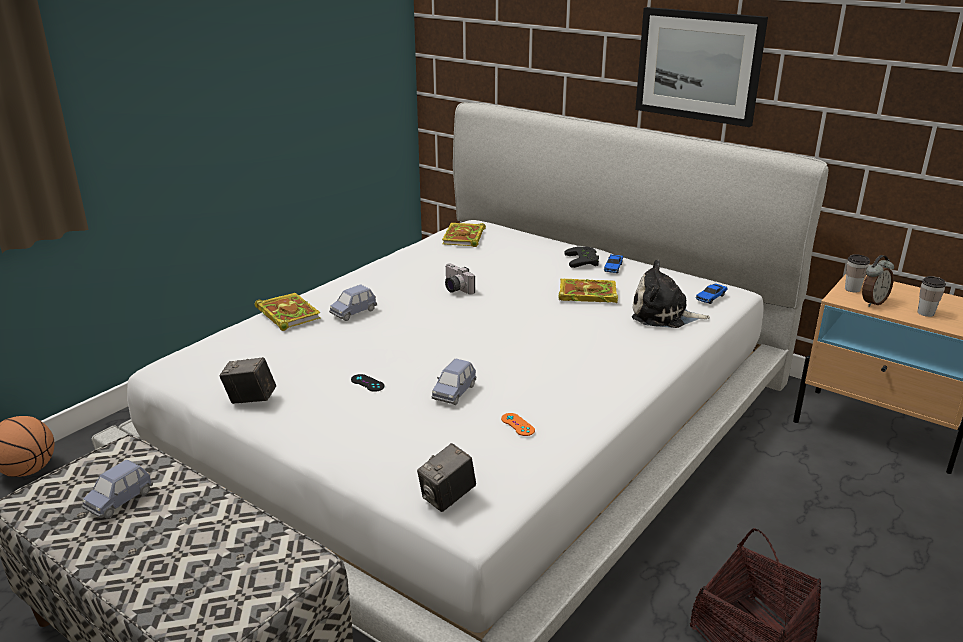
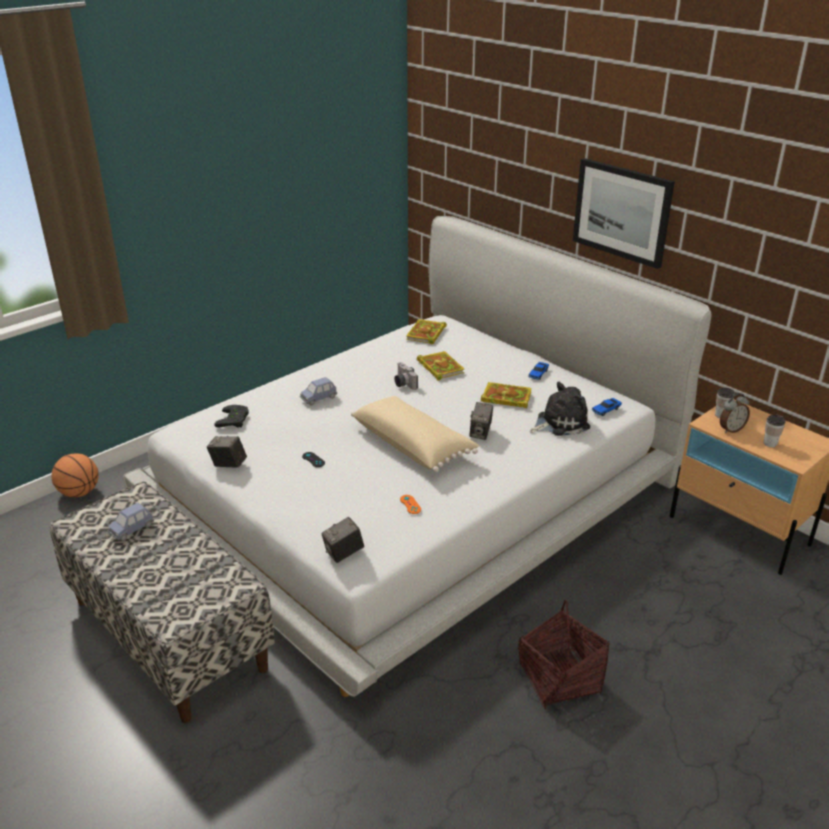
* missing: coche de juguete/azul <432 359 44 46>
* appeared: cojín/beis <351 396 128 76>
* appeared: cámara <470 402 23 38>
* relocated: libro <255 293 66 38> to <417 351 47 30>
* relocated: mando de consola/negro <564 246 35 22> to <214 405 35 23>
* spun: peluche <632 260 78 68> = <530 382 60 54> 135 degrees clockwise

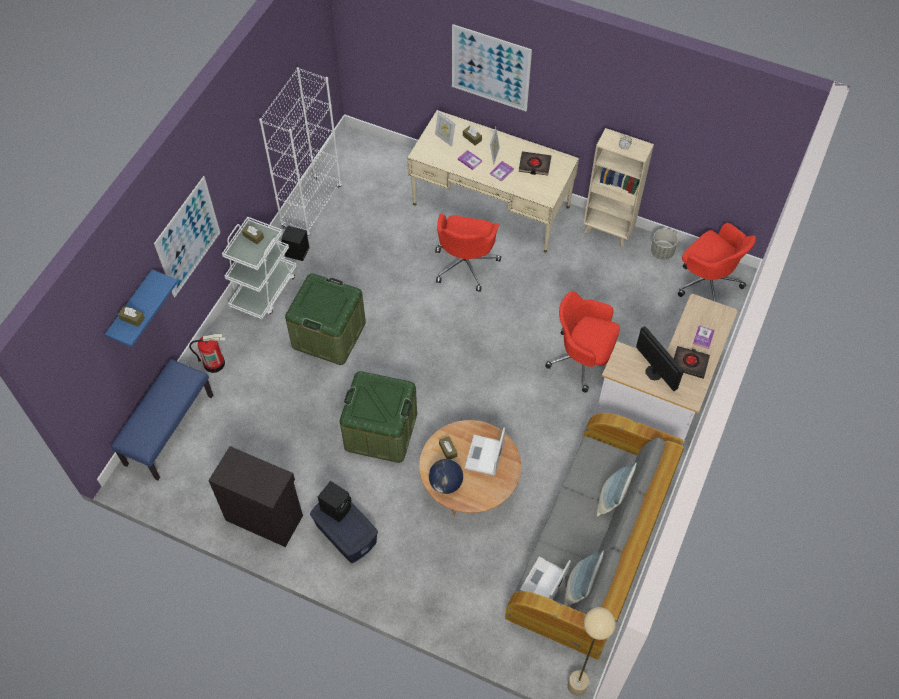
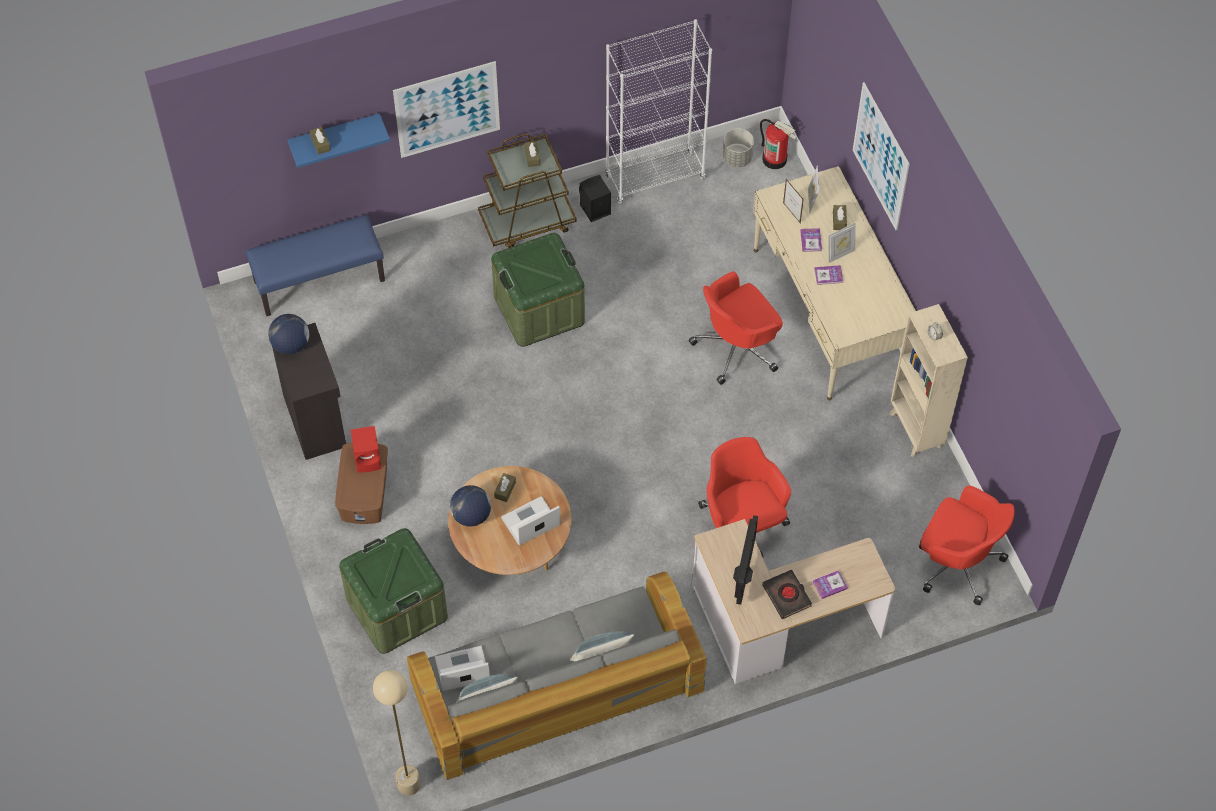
* missing: libro/negro <519 151 33 25>
* appeared: globo terráqueo <268 314 41 40>
* appeared: portarretratos <783 179 21 45>
* relocated: extintor <189 333 37 40> to <760 119 37 50>
* relocated: caja de almacenaje/verde <340 371 77 92> to <339 528 109 126>
* relocated: maceta/gris <651 228 27 32> to <723 128 31 39>
* colour: carrito/blanco <222 217 75 102> to carrito/marrón <478 134 99 114>
* colour: caja de almacenaje/azul <310 502 68 61> to caja de almacenaje/marrón <335 443 53 81>
* colour: altavoz/negro <318 481 33 41> to altavoz/rojo <351 426 31 46>
* spun: silla de oficina/rojo <678 223 78 79> = <919 485 96 120> 60 degrees counterclockwise

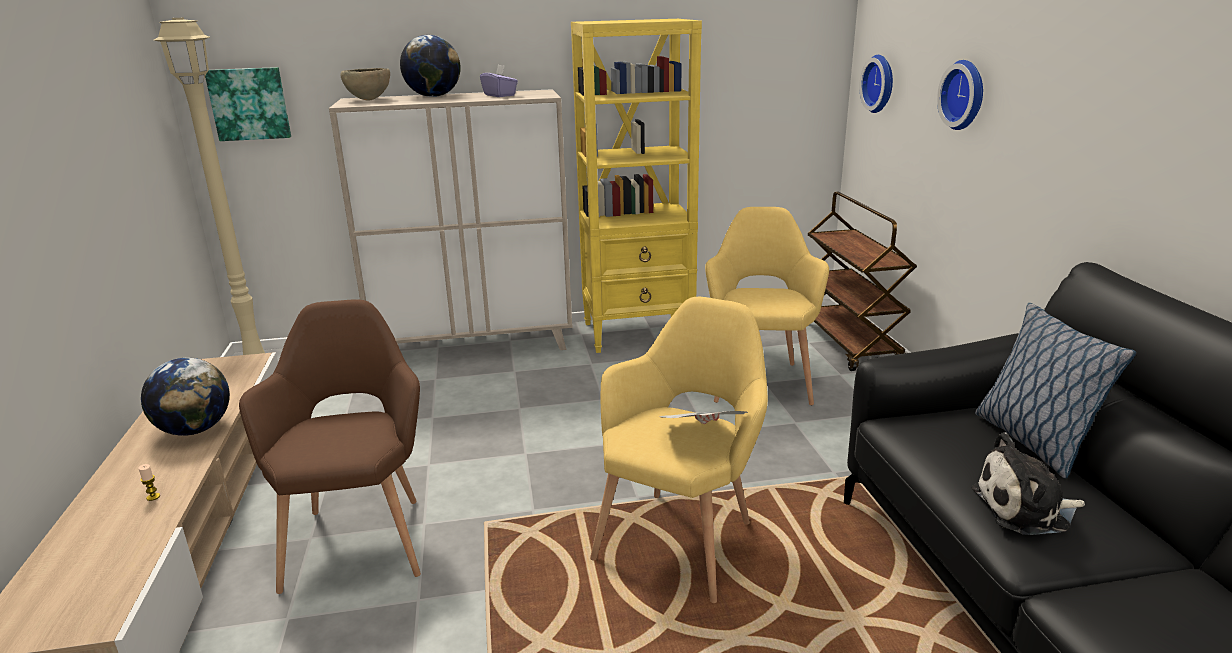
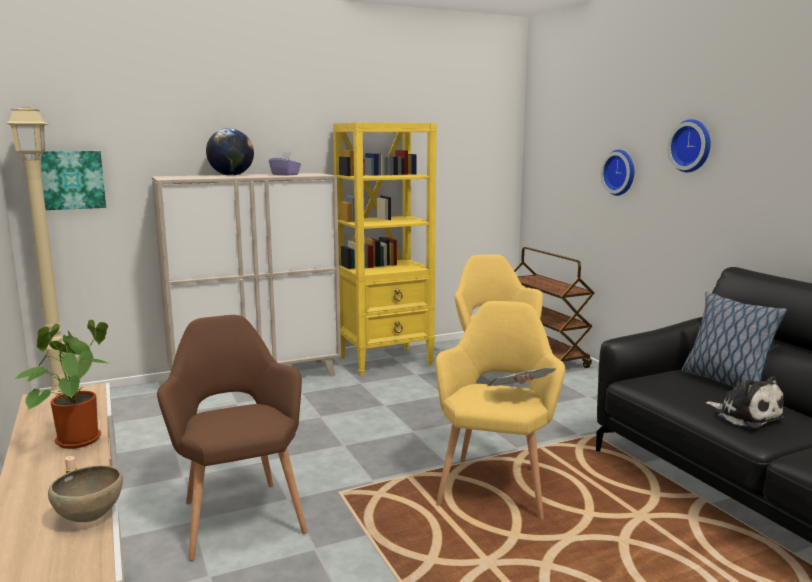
* relocated: cuenco/marrón <340 68 50 33> to <48 465 75 57>
* relocated: reloj de pared <859 55 34 58> to <667 119 44 53>
* exchanged: globo terráqueo <141 358 89 78> to planta en maceta <15 320 96 129>
* spun: peluche <972 432 113 103> = <705 376 80 53> 105 degrees counterclockwise

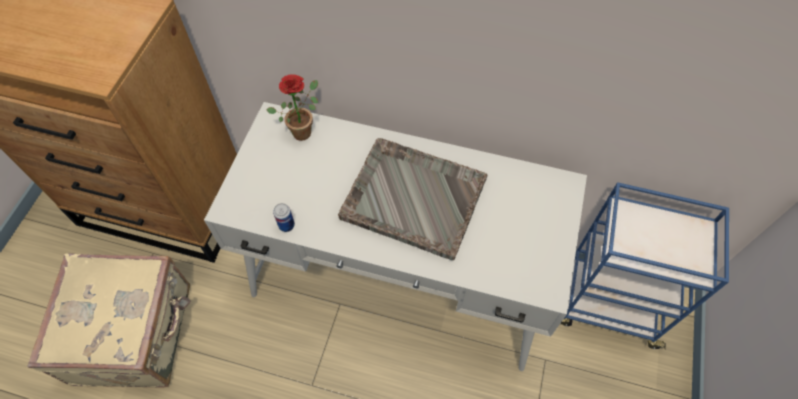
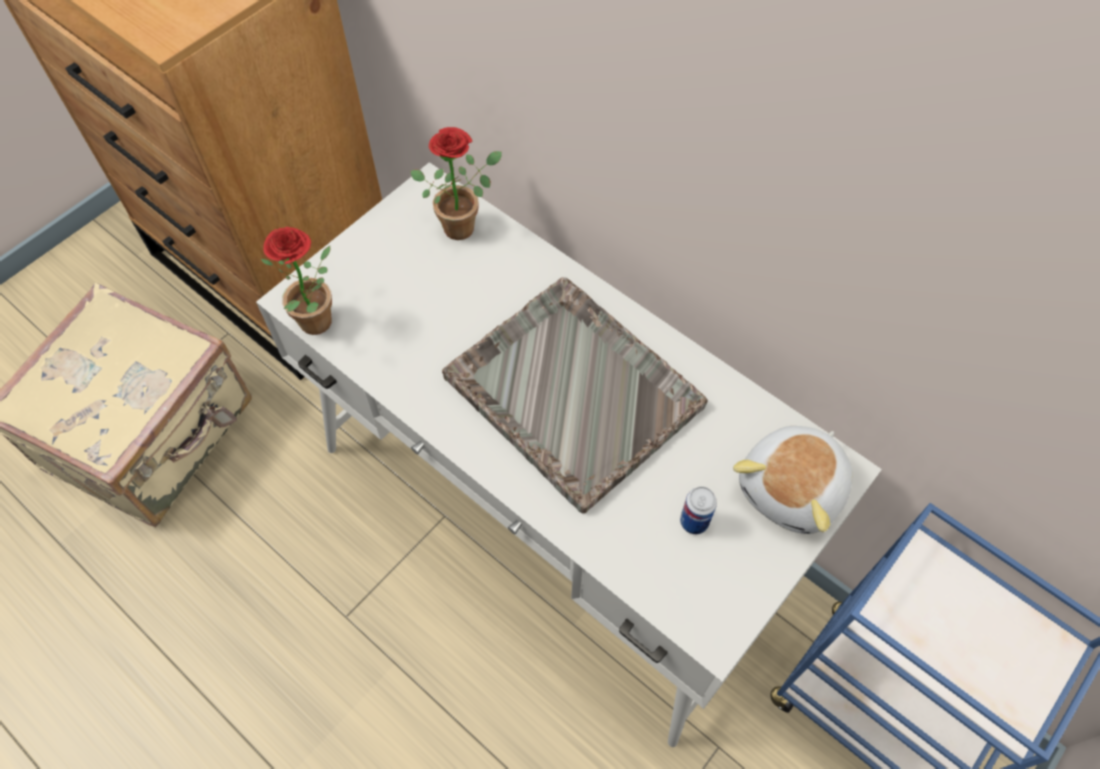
* appeared: planta en maceta <260 227 72 108>
* appeared: peluche <733 426 120 108>
* relocated: lata <273 203 22 29> to <680 486 37 48>

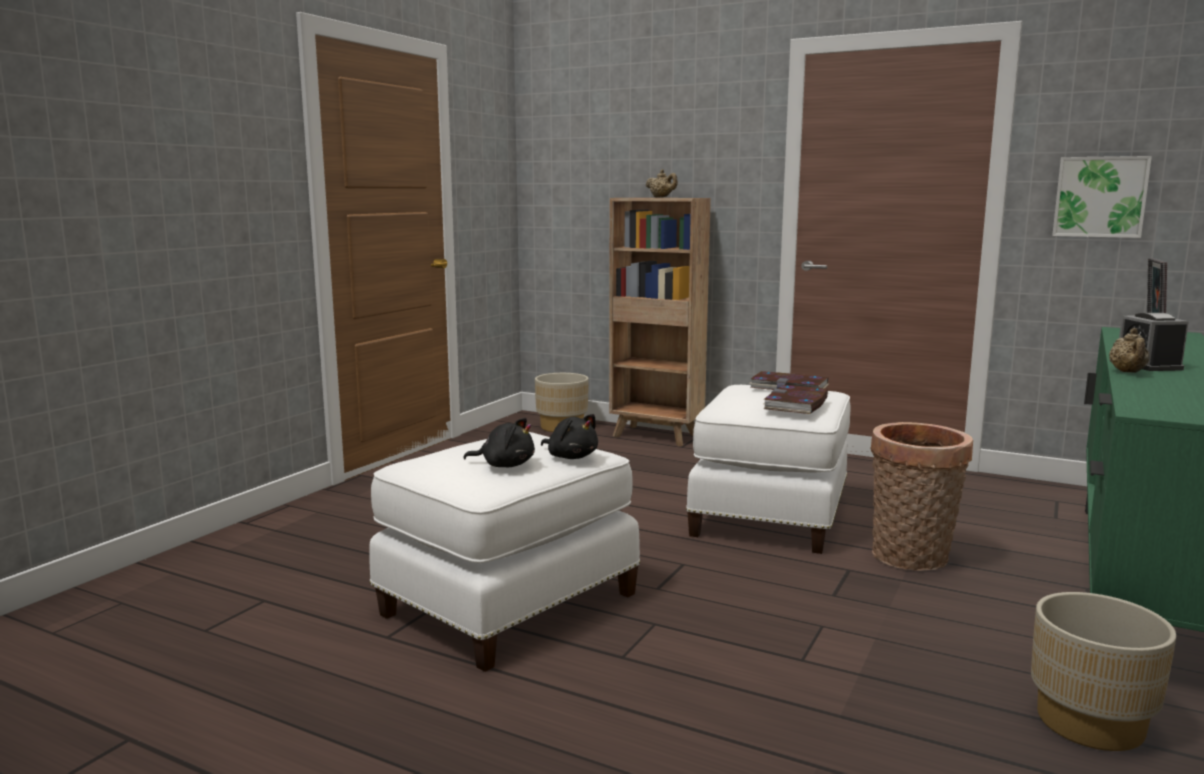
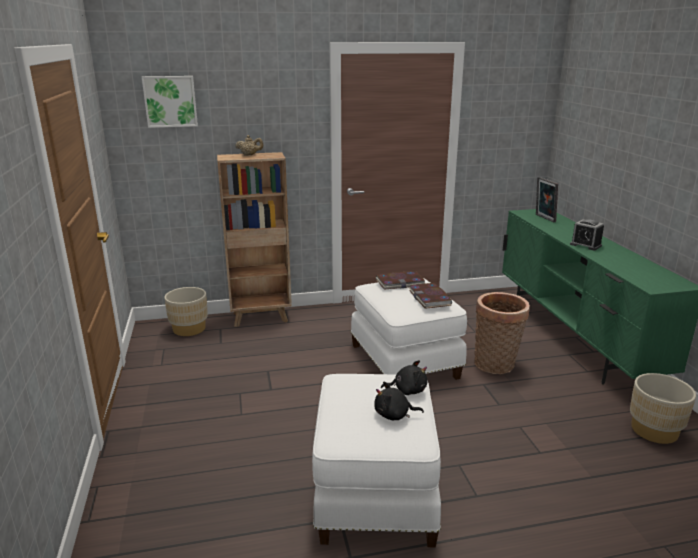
* missing: tetera/beis <1109 328 41 45>
* relocated: cuadro <1052 156 100 82> to <142 76 56 52>
* spun: peluche/negro <463 418 72 49> = <374 382 50 38> 150 degrees counterclockwise

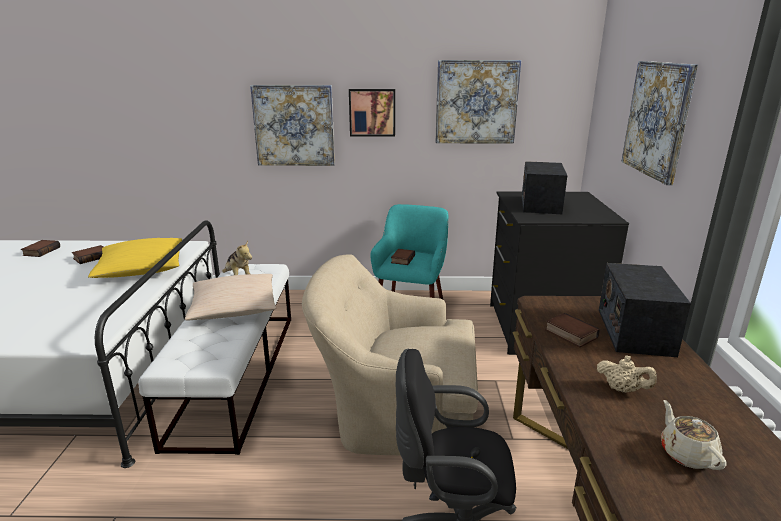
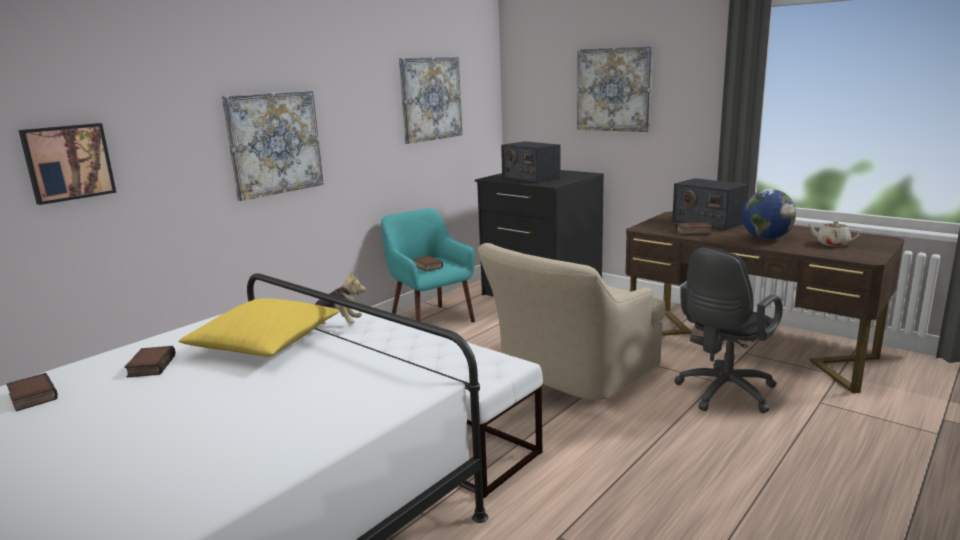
* missing: cojín/beis <185 274 91 46>
* relocated: cuadro <349 89 46 48> to <19 123 97 82>
* exchanged: tetera/beis <597 355 60 38> to globo terráqueo <742 189 54 51>

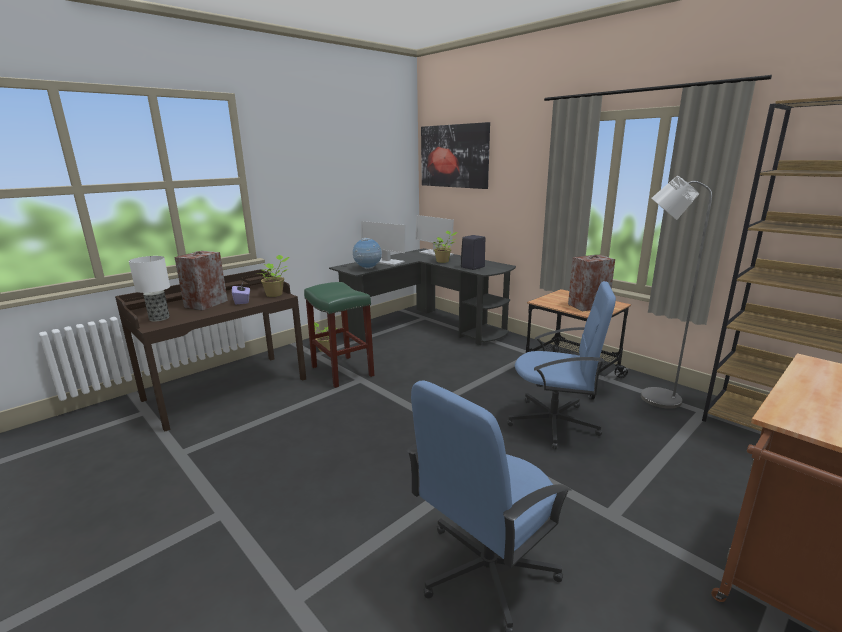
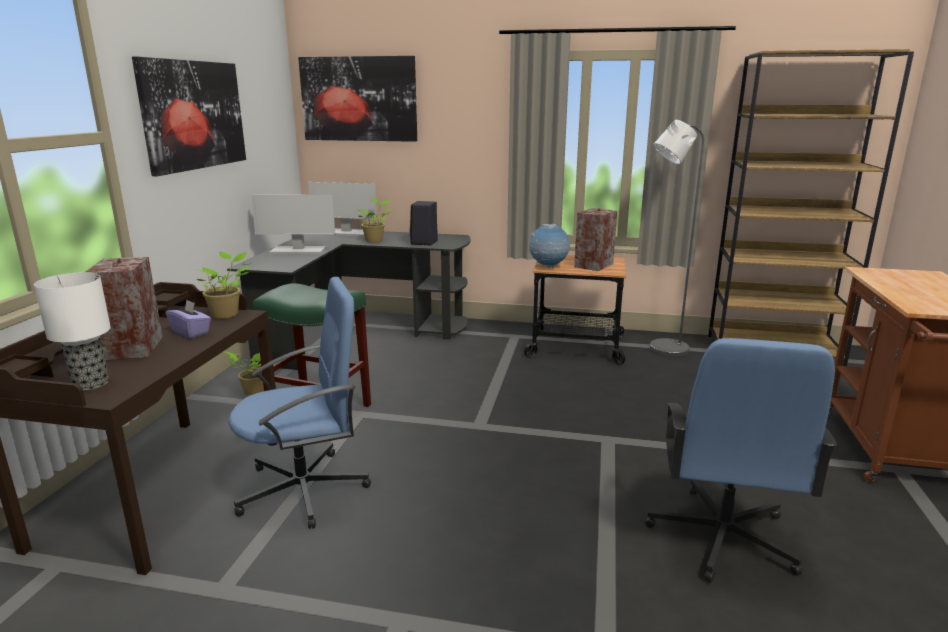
* appeared: cuadro <132 57 114 119>
* relocated: globo terráqueo <353 238 29 31> to <529 224 41 43>
* relocated: silla de oficina/azul <507 281 109 168> to <228 277 143 252>

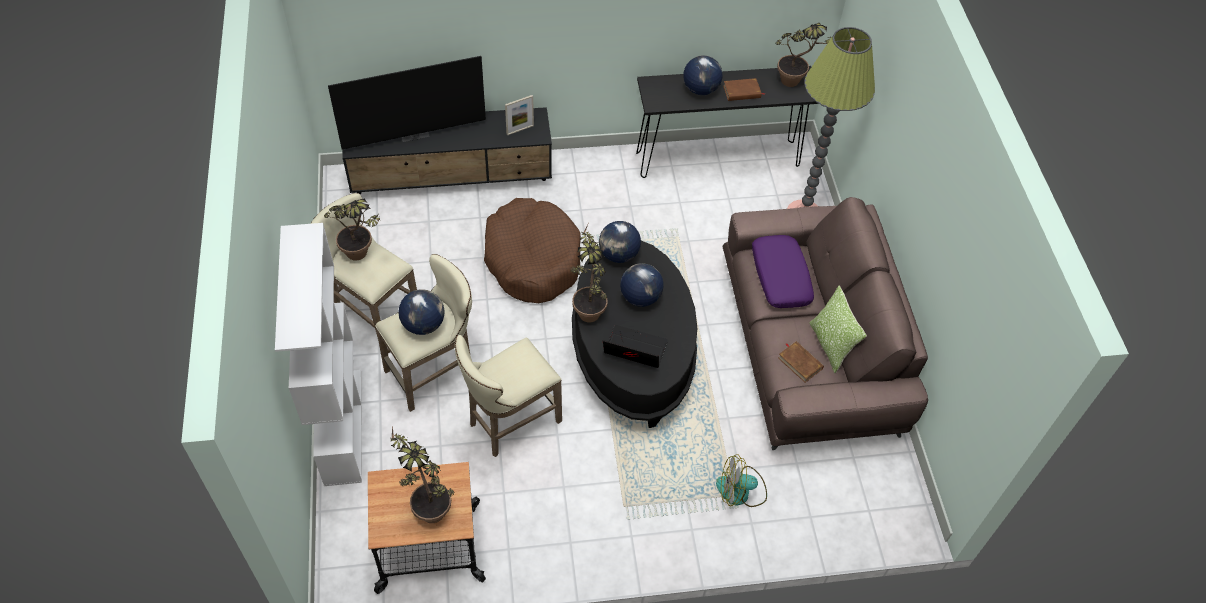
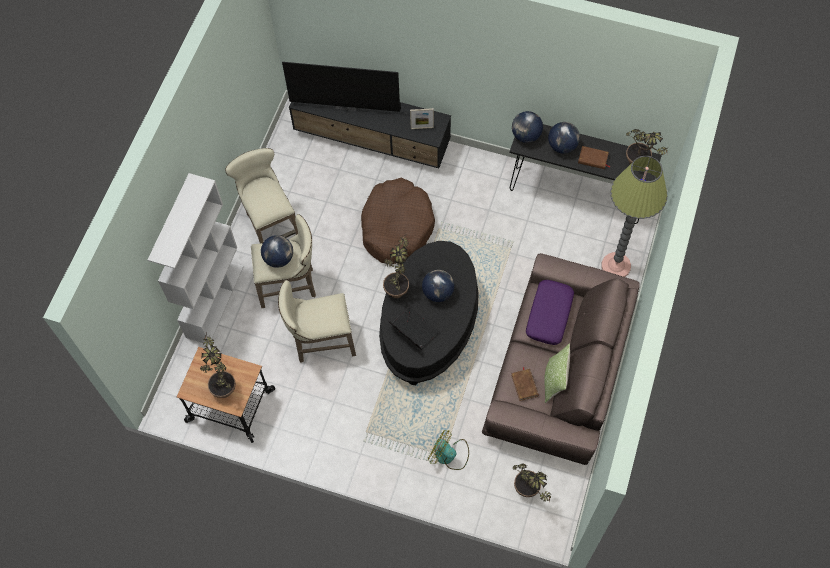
* relocated: planta en maceta <324 198 56 63> to <513 464 39 38>
* relocated: globo terráqueo <599 221 42 42> to <512 111 31 32>

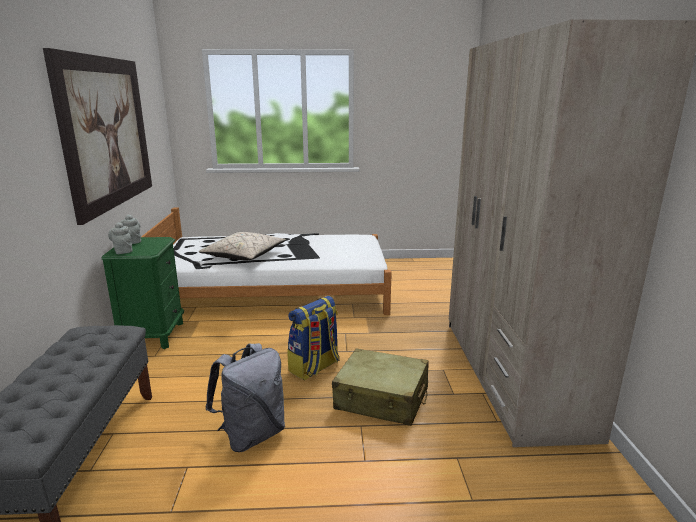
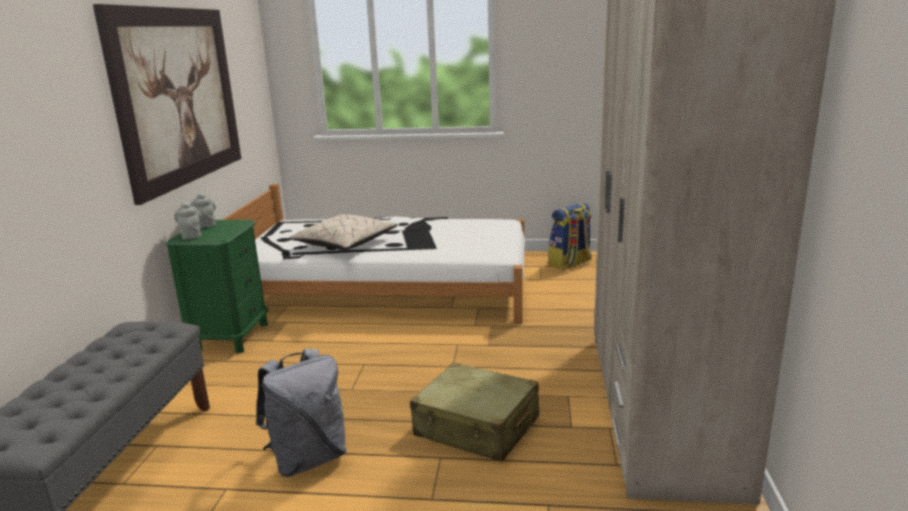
* relocated: mochila <288 296 51 84> to <549 202 43 68>

